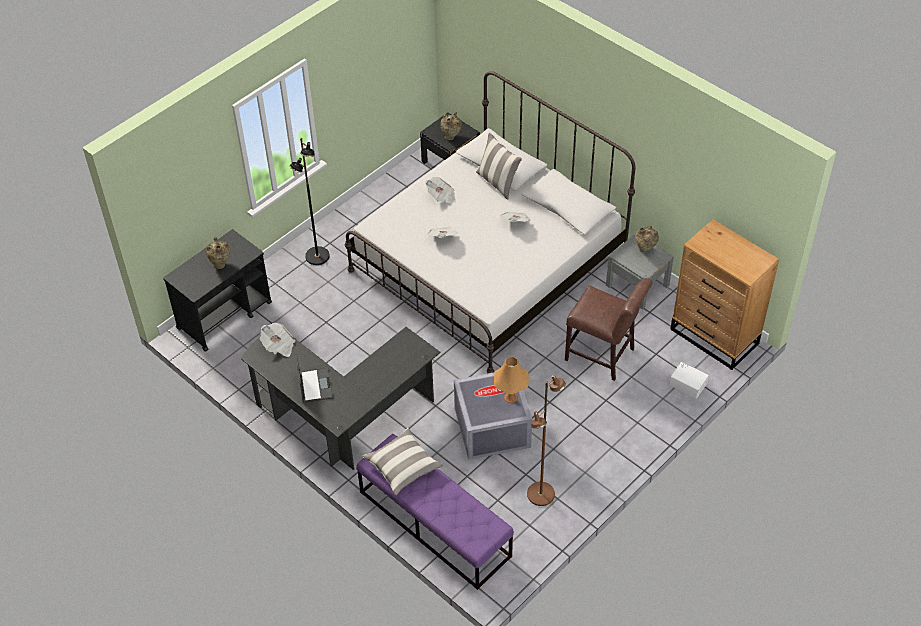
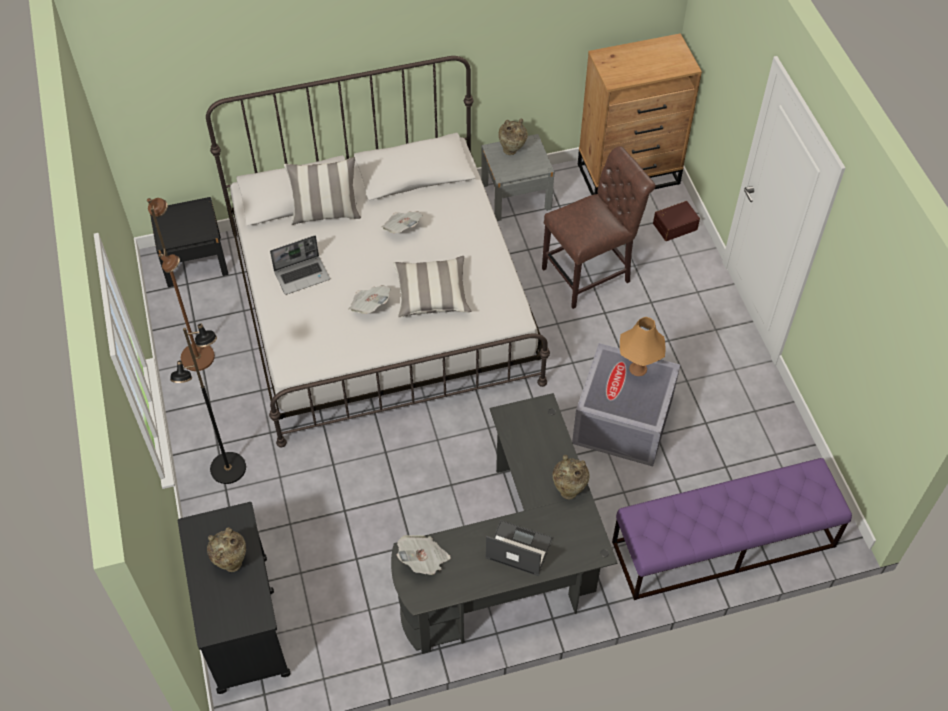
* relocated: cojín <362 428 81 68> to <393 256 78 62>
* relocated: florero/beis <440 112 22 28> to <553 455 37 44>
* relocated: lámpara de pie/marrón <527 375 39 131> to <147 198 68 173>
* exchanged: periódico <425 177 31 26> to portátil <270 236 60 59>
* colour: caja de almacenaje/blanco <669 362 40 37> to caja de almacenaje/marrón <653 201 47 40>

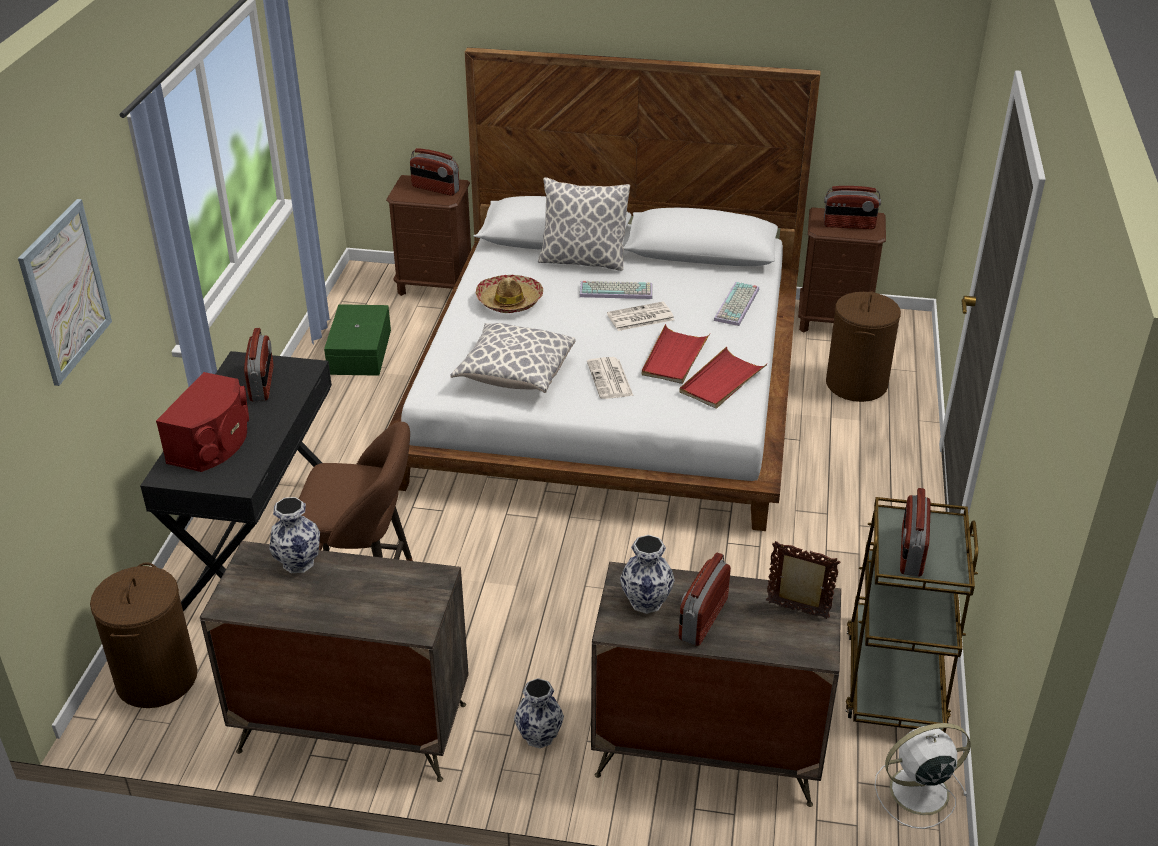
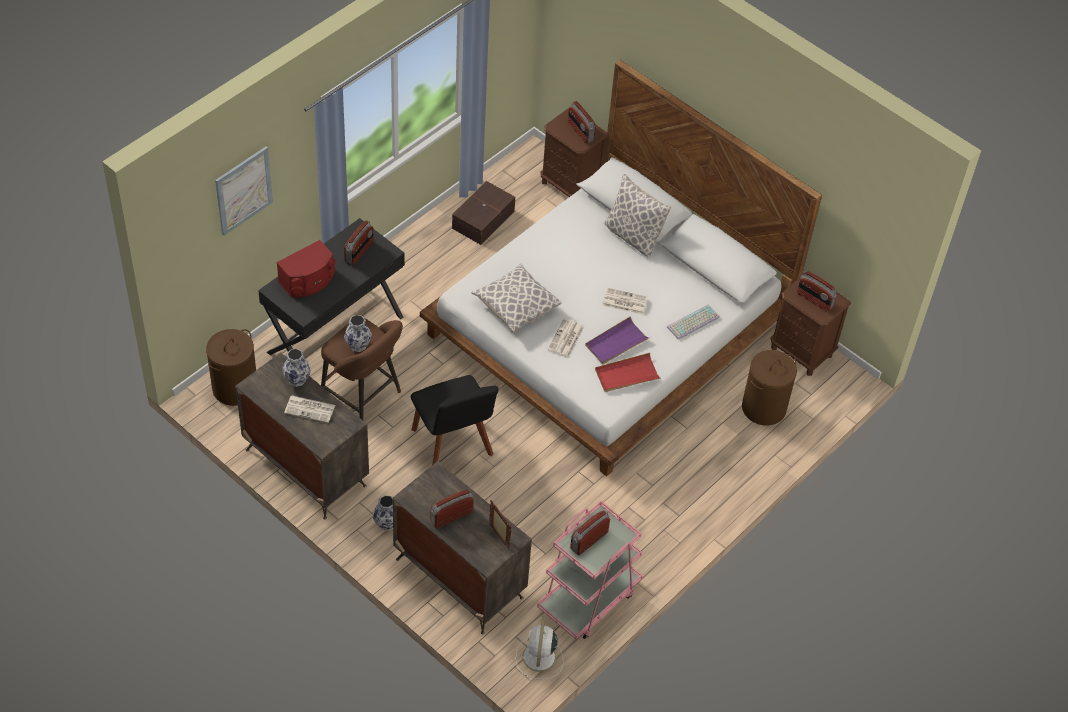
* missing: sombrero <476 275 67 38>
* missing: teclado <579 281 74 18>
* appeared: periódico <284 396 51 27>
* appeared: silla/negro <411 375 88 90>
* relocated: florero <620 535 55 79> to <344 315 28 37>
* colour: caja de almacenaje/verde <324 304 67 72> to caja de almacenaje/marrón <452 181 63 64>
* colour: bandeja/rojo <642 324 69 60> to bandeja/morado <585 316 64 48>
* colour: carrito/marrón <846 497 132 236> to carrito/rosa <537 501 106 139>
* spun: ventilador/blanco <874 723 96 106> = <515 616 49 63> 105 degrees counterclockwise

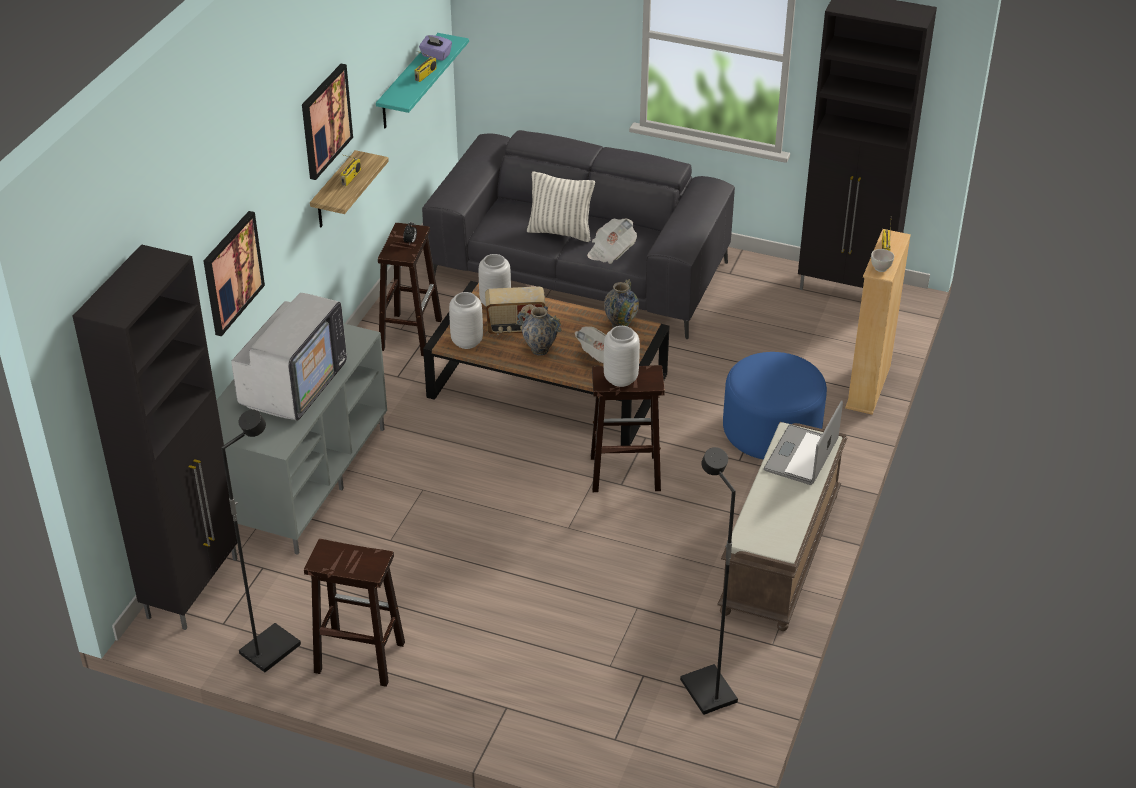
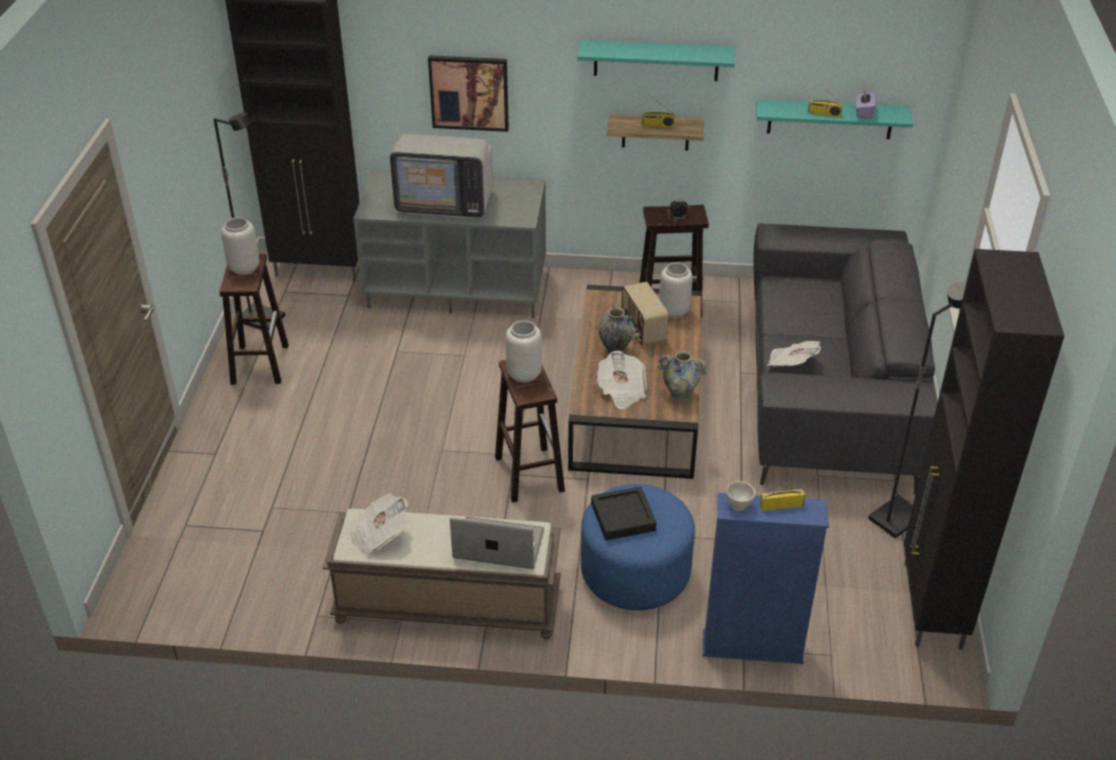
* missing: cojín <527 171 68 71>
* appeared: periódico <347 494 61 61>
* appeared: bandeja/negro <591 486 66 54>
* relocated: florero/gris <449 292 34 57> to <221 217 38 58>
* relocated: lámpara de pie/negro <680 447 58 268> to <868 282 98 256>
* exchanged: cuadro <302 64 51 116> to estante/turquesa <577 40 158 41>
* colour: estantería/beis <845 229 66 186> to estantería/azul <703 493 126 171>

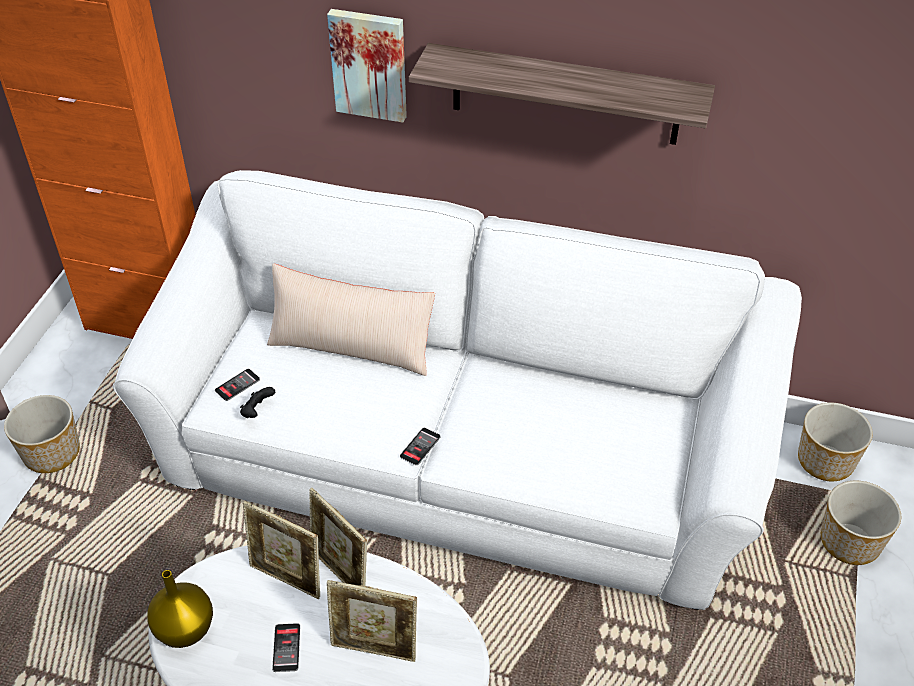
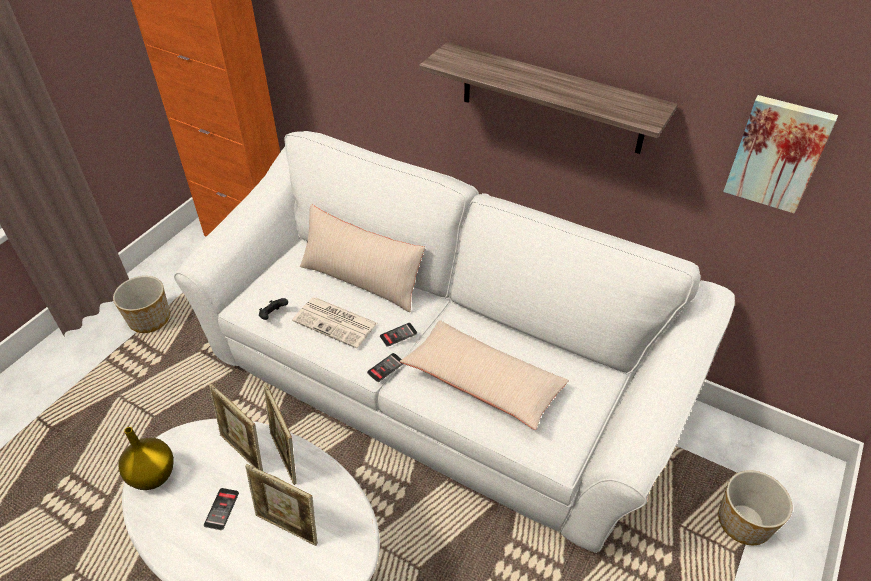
* missing: maceta <798 403 75 78>
* appeared: periódico <292 297 85 51>
* appeared: cojín/beis <400 321 169 109>
* relocated: móvil <215 369 45 32> to <380 323 37 24>
* relocated: cuadro <327 9 80 113> to <723 95 115 118>

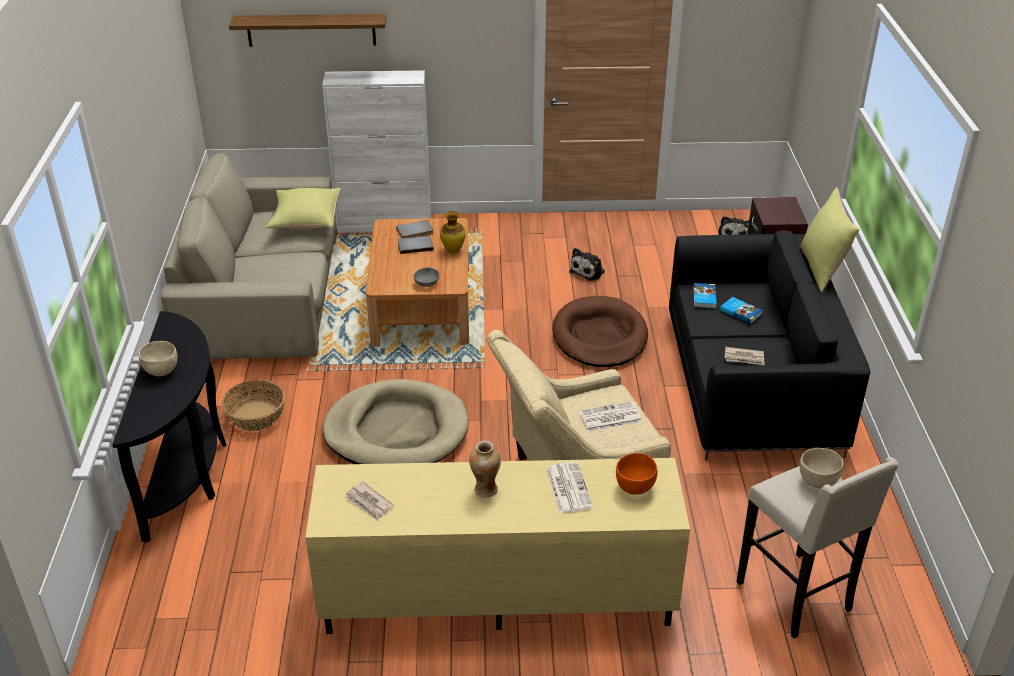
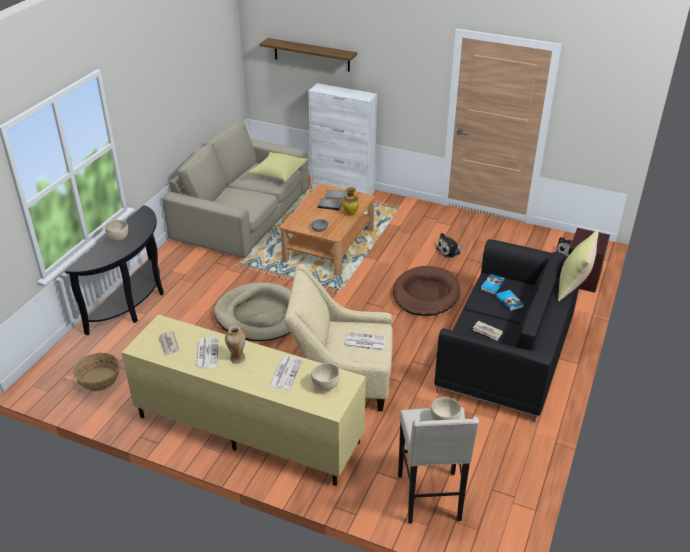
* appeared: periódico <195 337 24 32>
* relocated: cesta <222 380 63 51> to <73 353 47 38>
* colour: cuenco/naranja <616 453 42 42> to cuenco/beis <311 363 29 28>

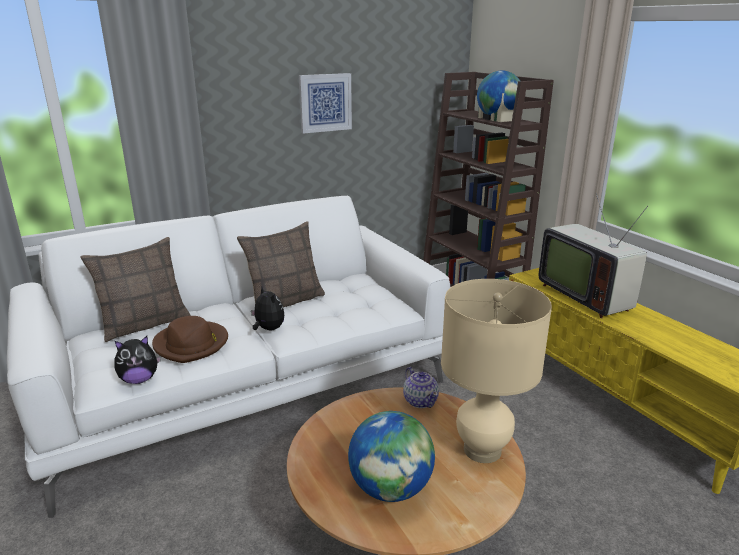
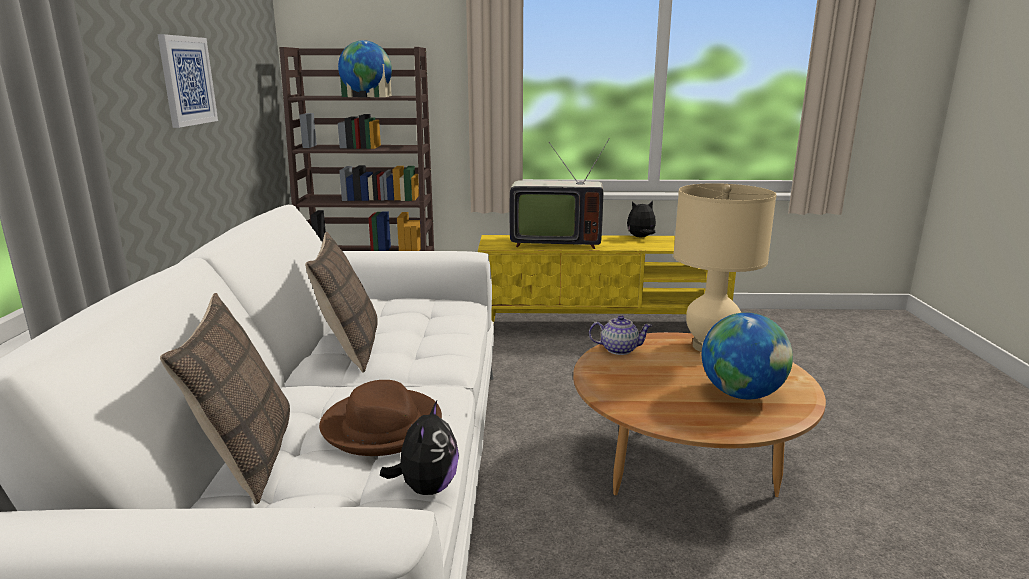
* relocated: peluche <251 286 33 44> to <627 201 29 36>

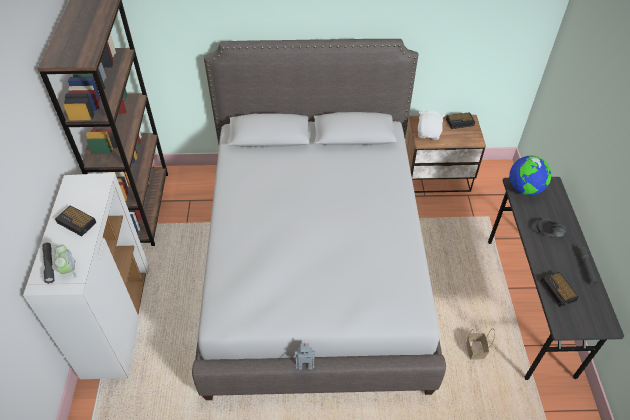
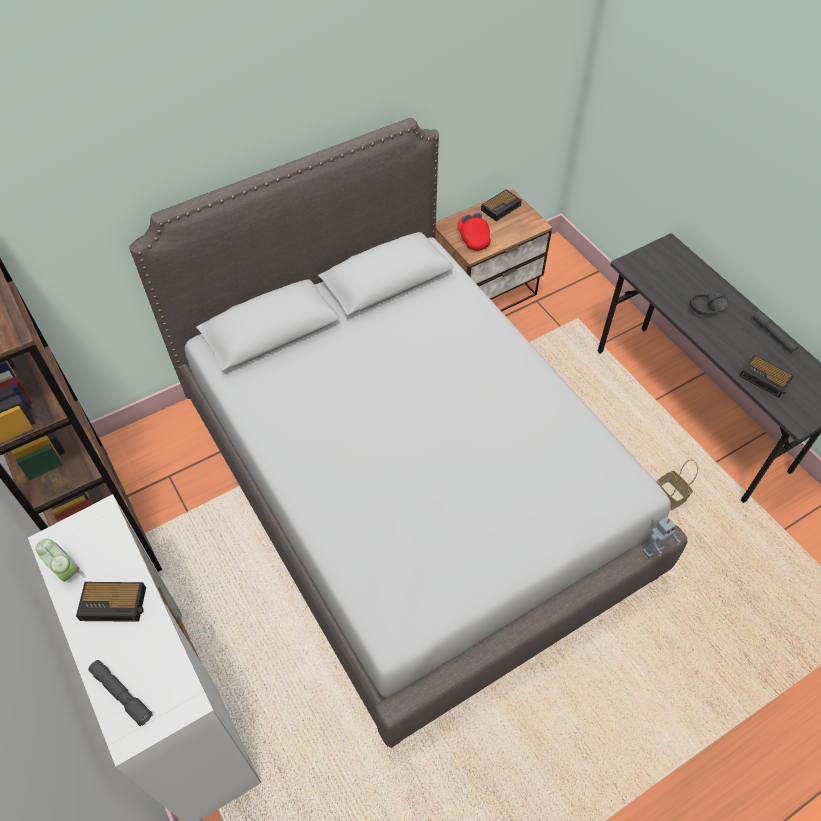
* missing: globo terráqueo <509 156 42 39>
* relocated: despertador <54 245 22 33> to <35 538 51 44>
* relocated: robot de juguete <295 343 20 27> to <643 517 37 41>
* exchanged: peluche/blanco <418 110 27 30> to gorra/rojo <457 212 34 39>

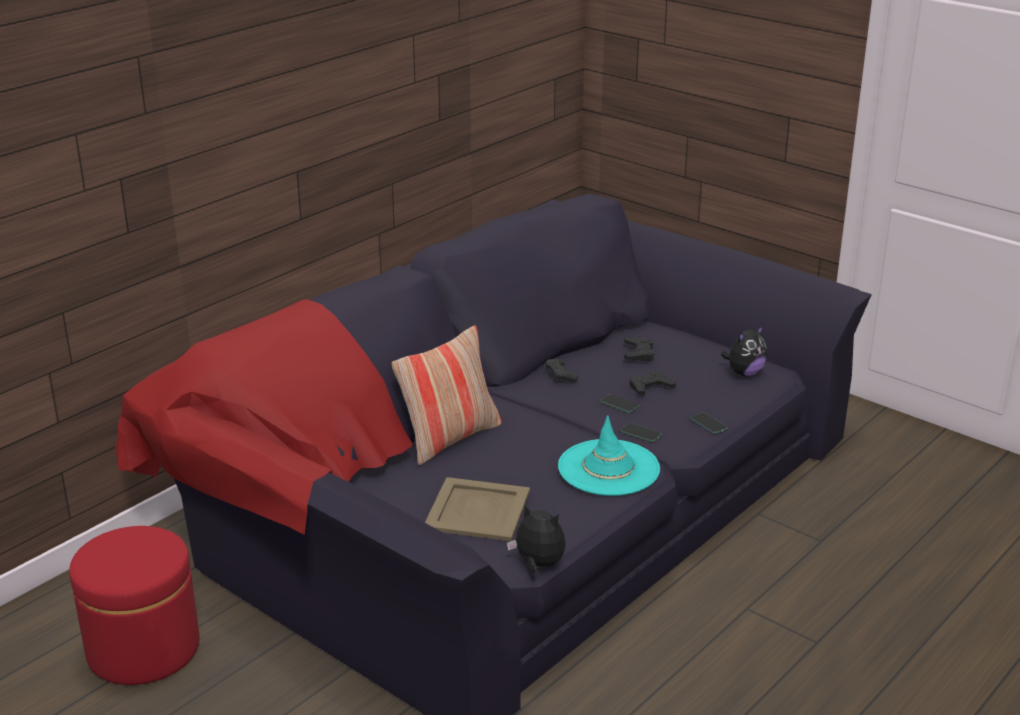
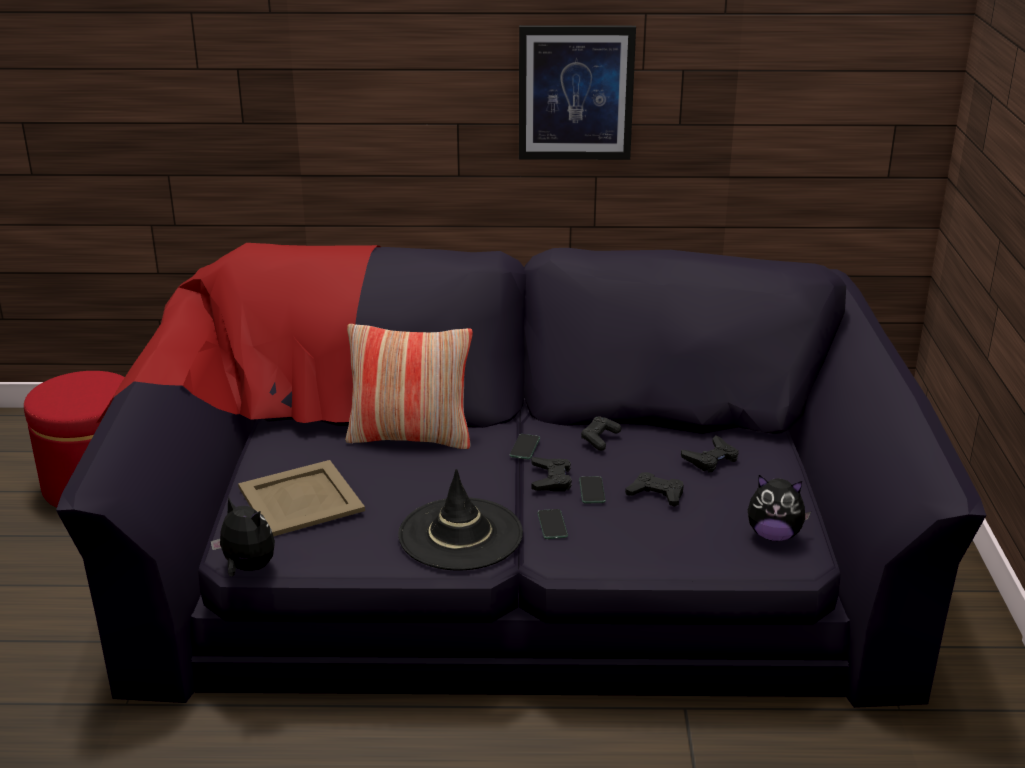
* appeared: cuadro <519 25 117 135>
* appeared: mando de consola/negro <531 457 41 35>
* relocated: móvil <690 412 38 22> to <510 434 30 25>
* colour: sombrero/turquesa <558 415 102 81> to sombrero/negro <398 469 125 101>
* spun: peluche <507 503 59 70> = <210 497 65 80> 45 degrees counterclockwise

